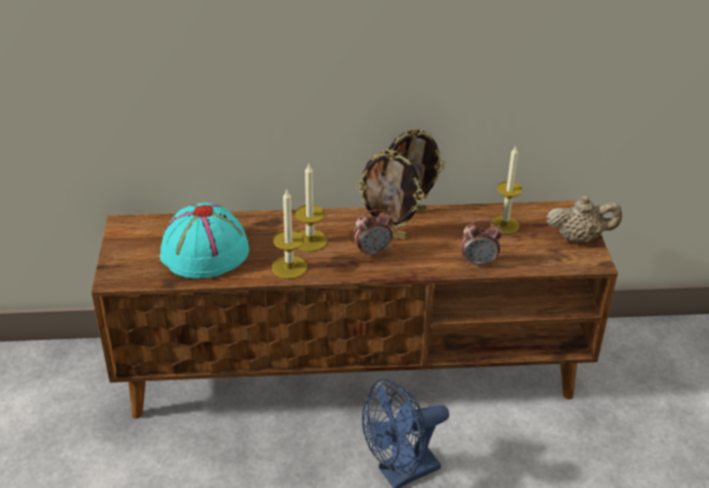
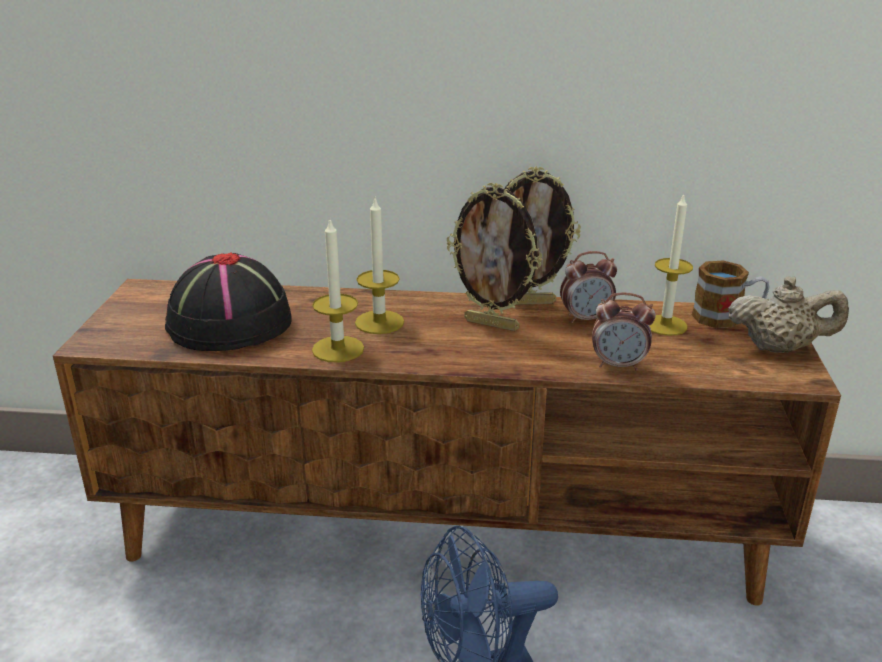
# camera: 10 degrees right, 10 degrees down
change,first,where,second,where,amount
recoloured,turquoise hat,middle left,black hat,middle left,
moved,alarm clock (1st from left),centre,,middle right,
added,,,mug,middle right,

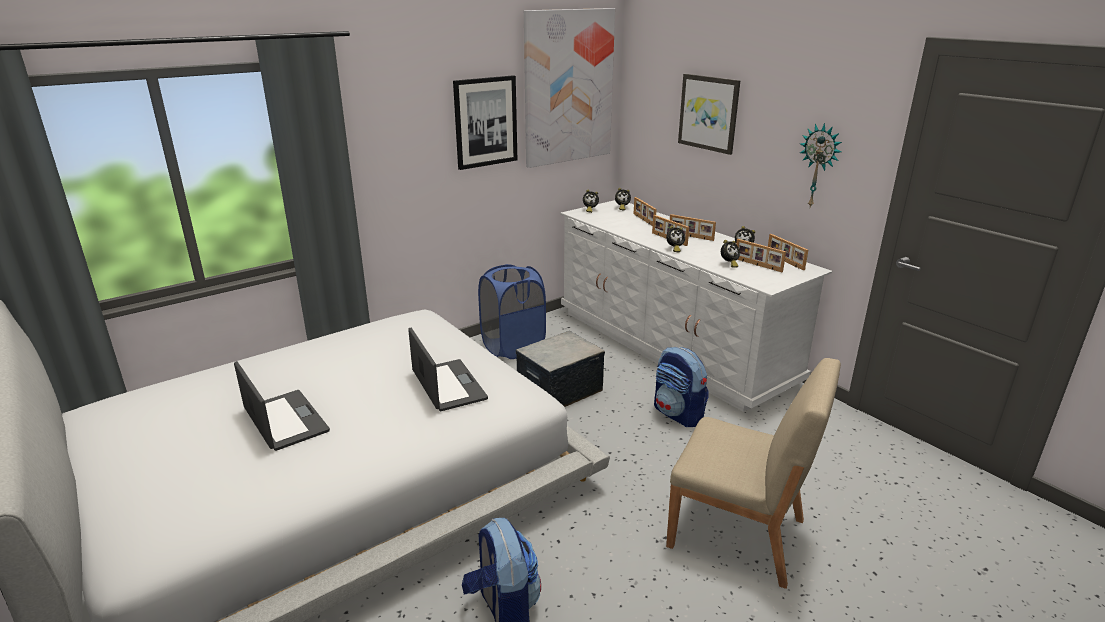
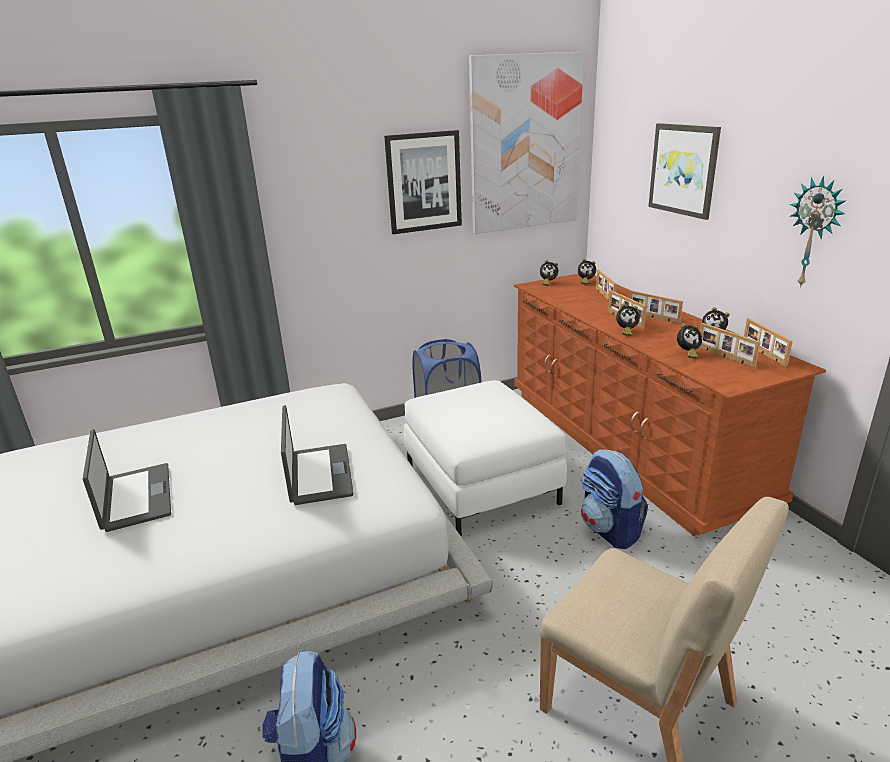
# camera: 15 degrees right, 0 degrees up
change,first,where,second,where,amount
recoloured,white dresser,centre,brown dresser,middle right,
replaced,storage box,centre,white ottoman,centre,

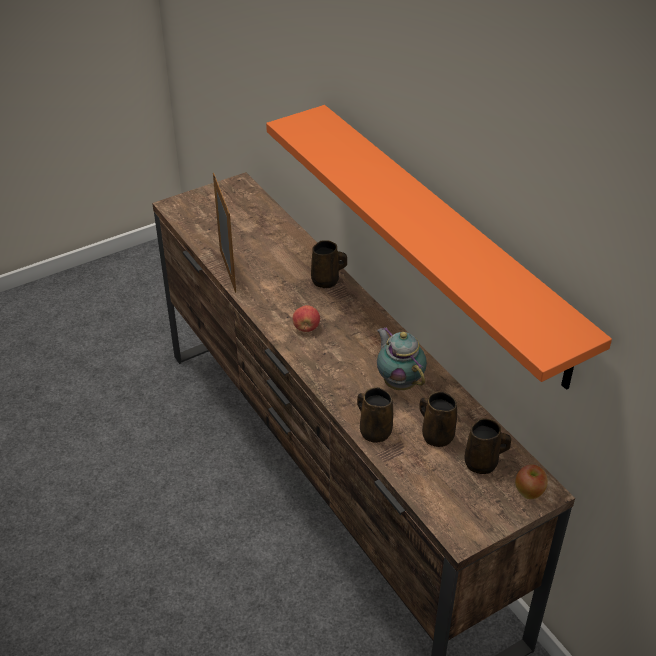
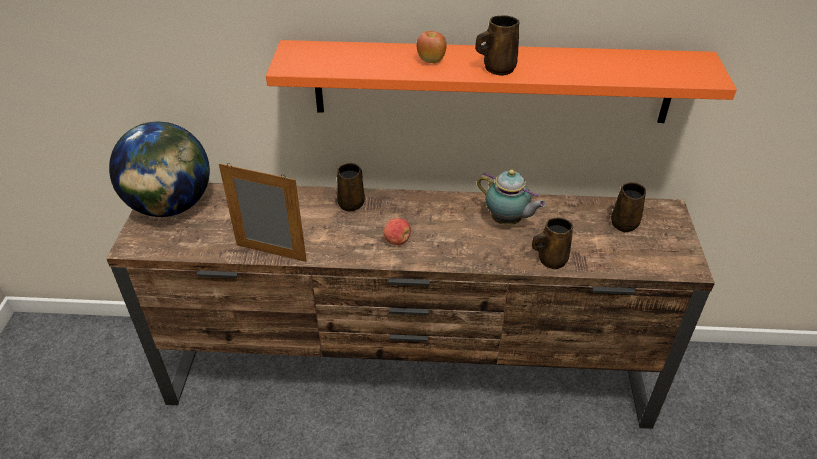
# camera: 55 degrees left, 0 degrees up
change,first,where,second,where,amount
turned,teapot,centre,,centre,150 degrees counterclockwise
moved,brown mug (3rd from left in the first image),middle right,brown mug (2nd from left),top centre,
moved,apple (2nd from left),bottom right,,top centre,
added,,,globe,middle left,

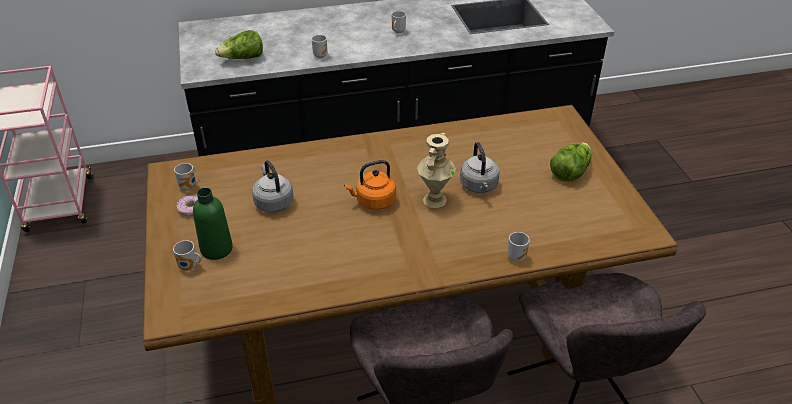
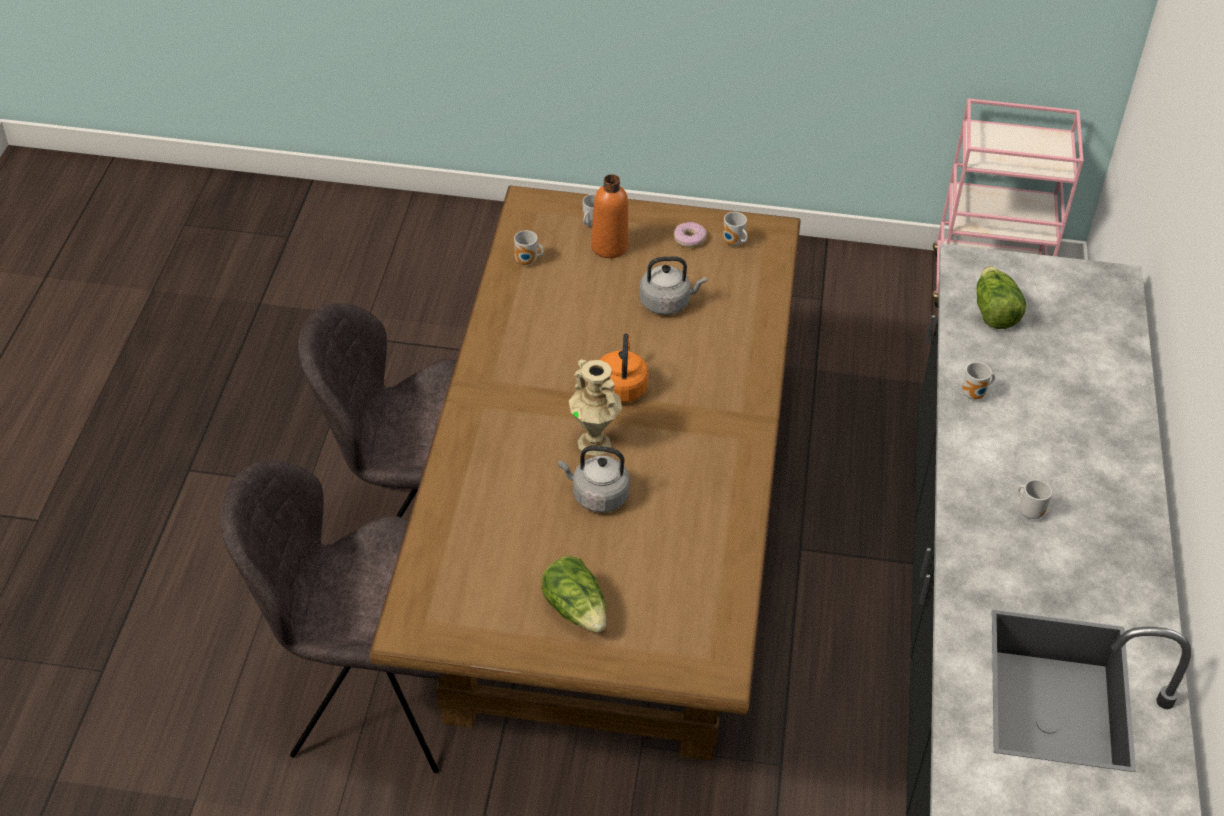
# camera: 110 degrees right, 5 degrees up
change,first,where,second,where,amount
recoloured,green bottle,middle left,orange bottle,top centre,
moved,mug (5th from left in the first image),centre,mug (1st from left),top centre,

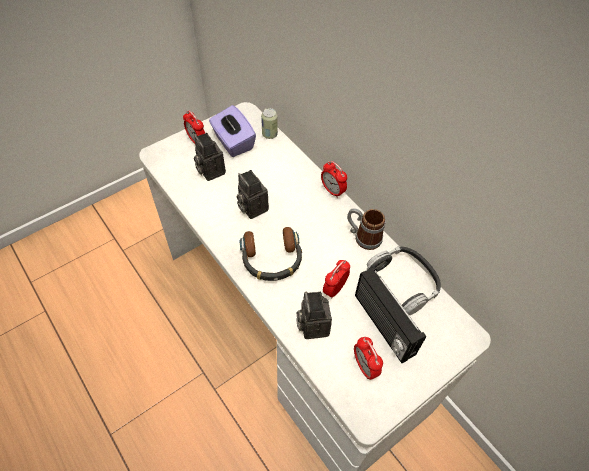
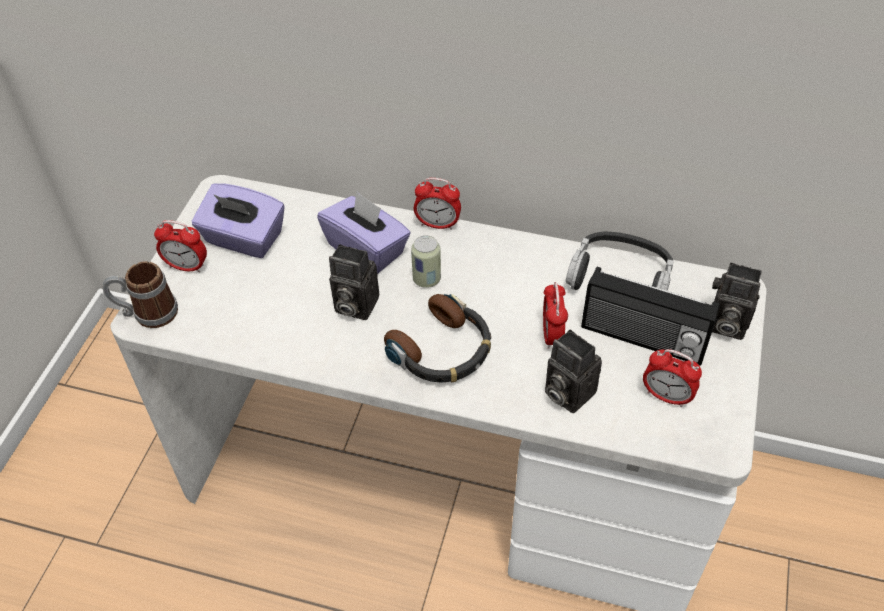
# camera: 35 degrees left, 5 degrees down
change,first,where,second,where,amount
moved,can,top centre,,centre,
moved,photo camera (1st from left in the first image),centre,photo camera (3rd from left),middle right,
moved,mug,centre,,middle left,
added,,,purple tissue box (2nd from left),centre,

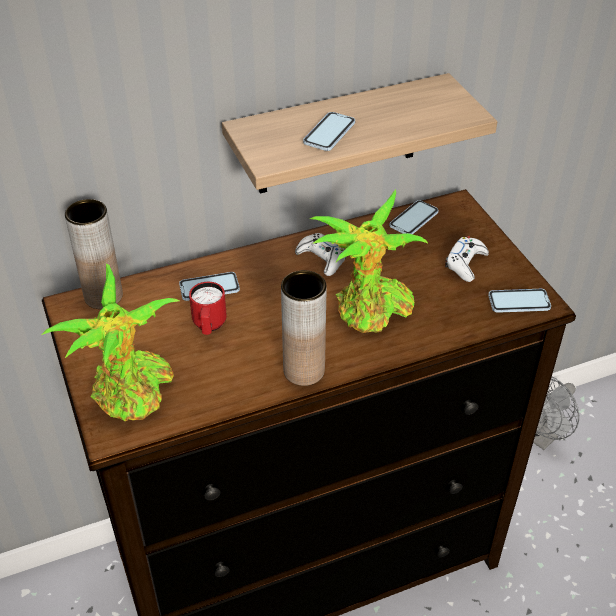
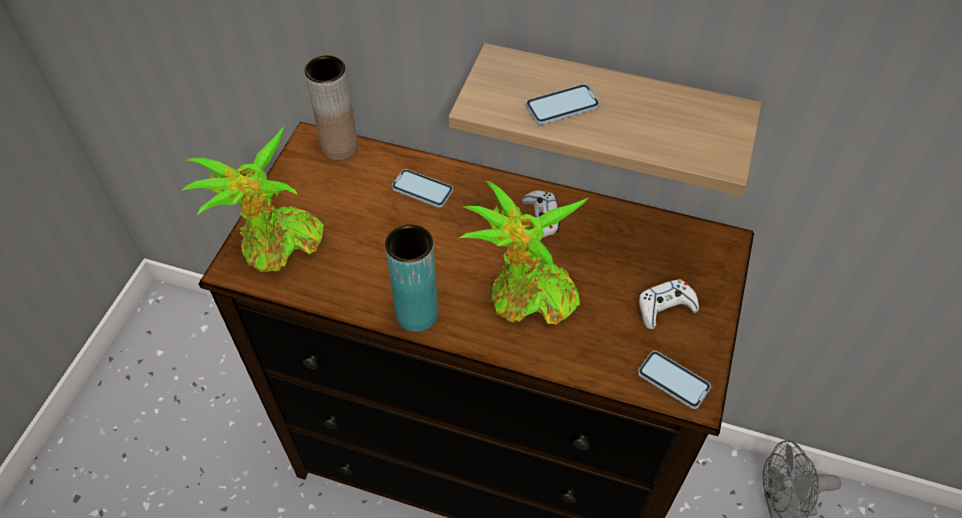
# camera: 40 degrees right, 10 degrees up
change,first,where,second,where,amount
removed,phone (3rd from left),middle right,,,
recoloured,brown vase (2nd from left),centre,turquoise vase,centre,
removed,red mug,centre,,,

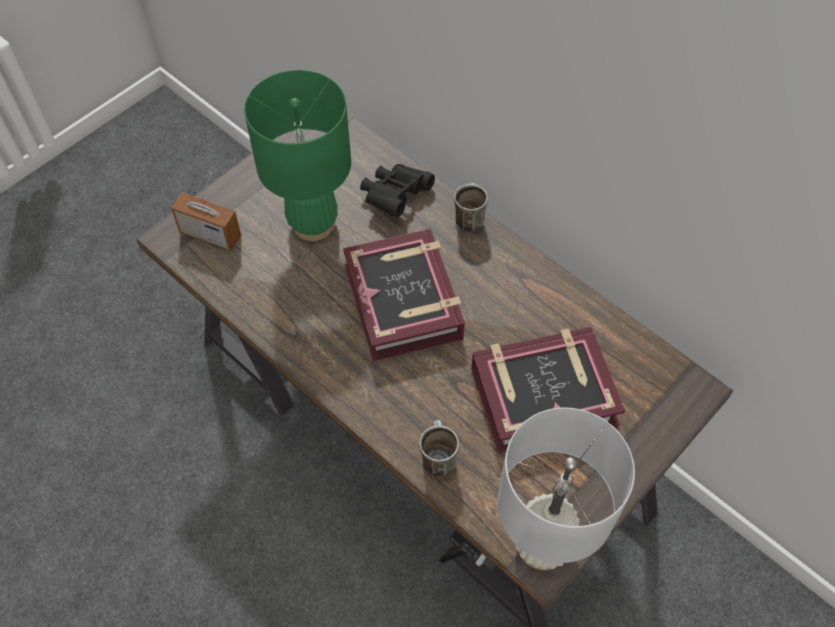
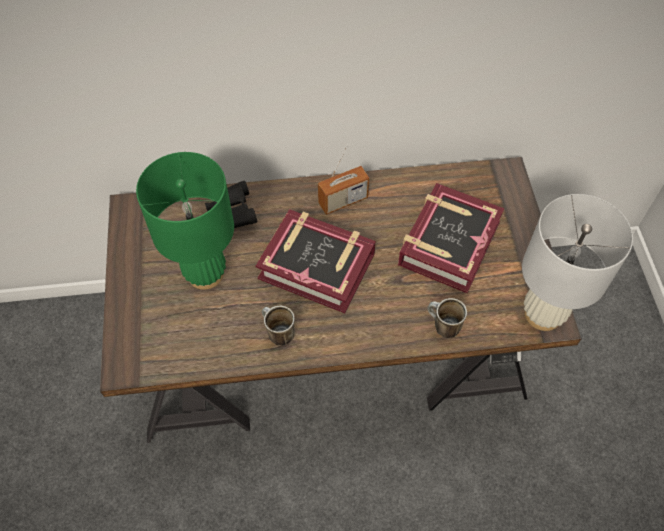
# camera: 50 degrees left, 0 degrees up
change,first,where,second,where,amount
moved,radio,middle left,,centre,
moved,mug (2nd from left in the first image),top centre,mug (1st from left),centre,

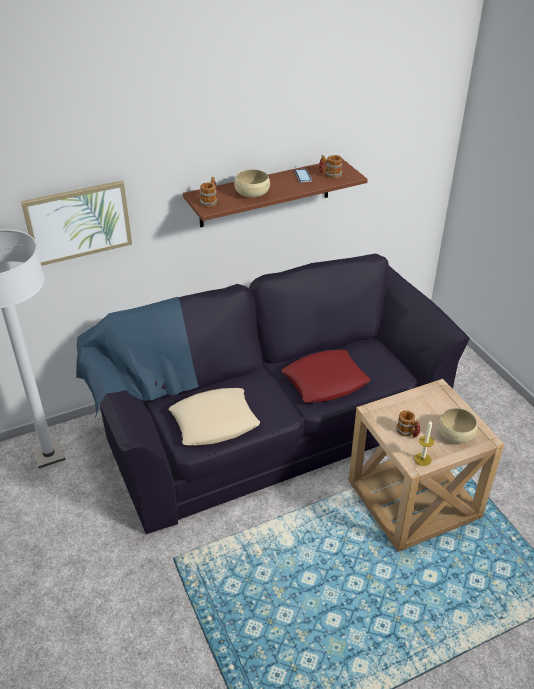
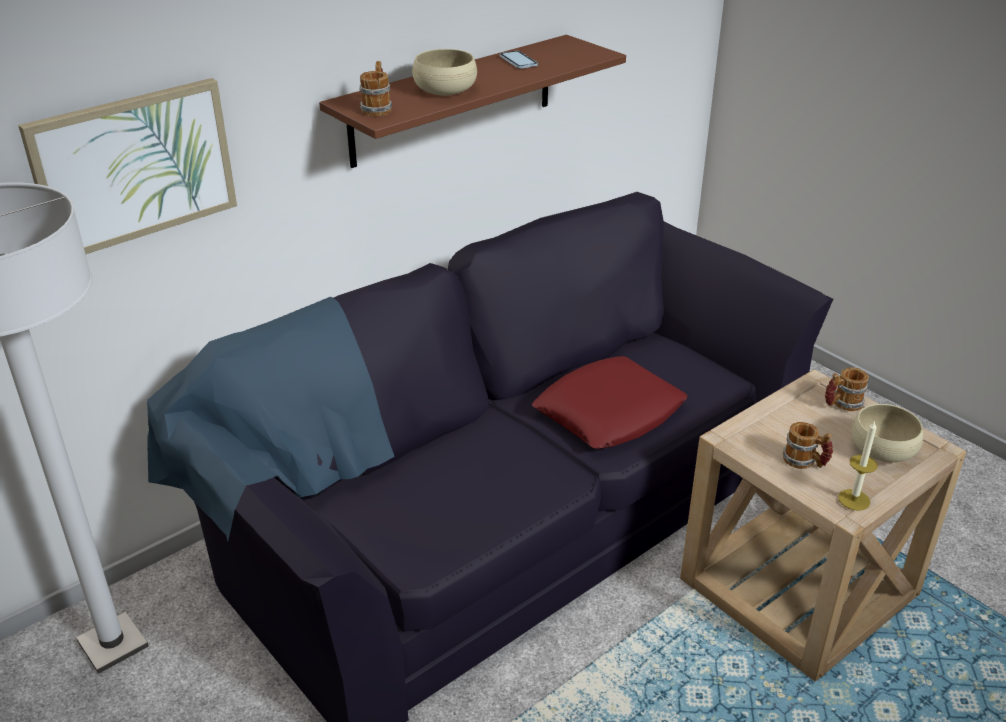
# camera: 15 degrees left, 5 degrees down
change,first,where,second,where,amount
moved,mug (2nd from left in the first image),top centre,mug (3rd from left),middle right,
removed,beige pillow,centre,,,

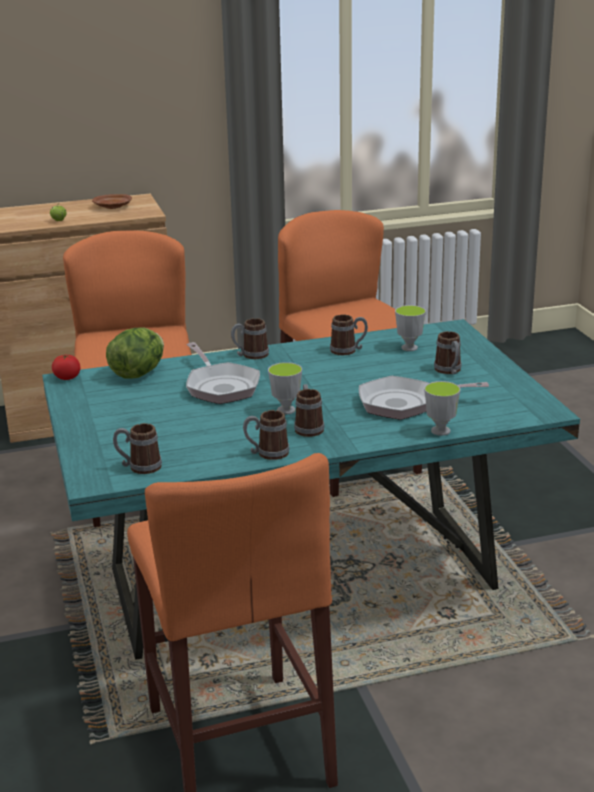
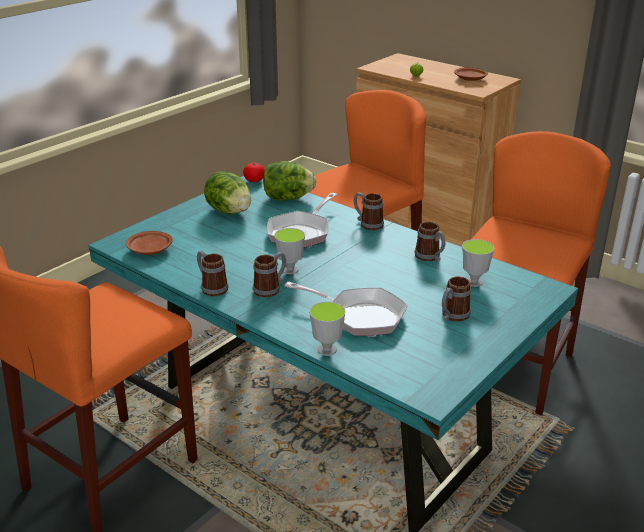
# camera: 55 degrees right, 5 degrees up
change,first,where,second,where,amount
turned,frying pan (2nd from left),middle right,,centre,150 degrees clockwise
replaced,mug (1st from left),middle left,brown plate (1st from left),middle left,
added,,,lettuce (1st from left),centre,

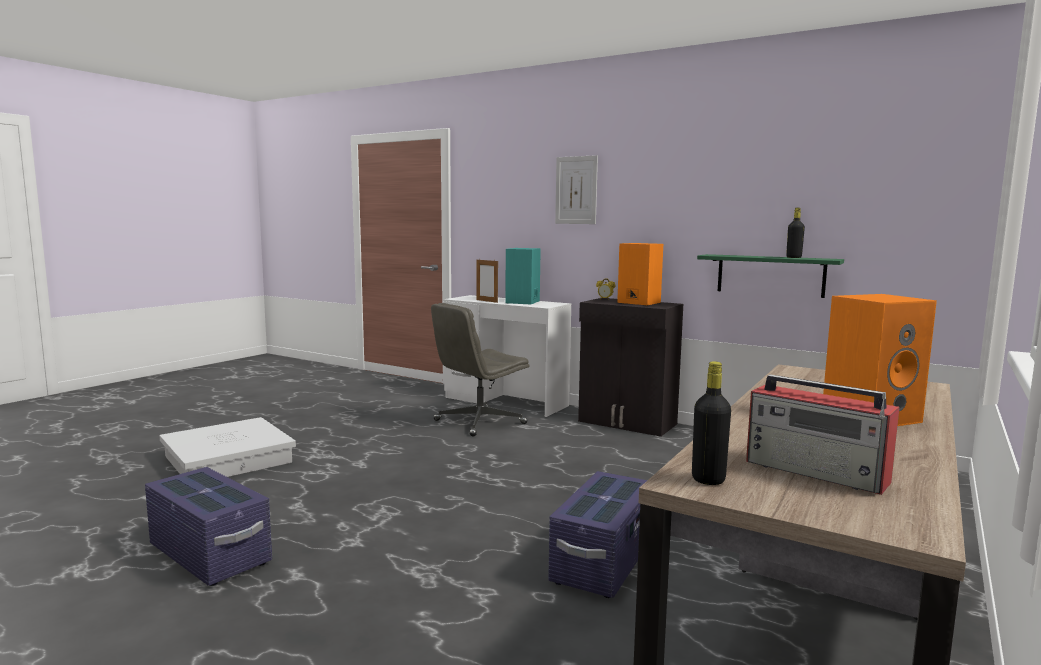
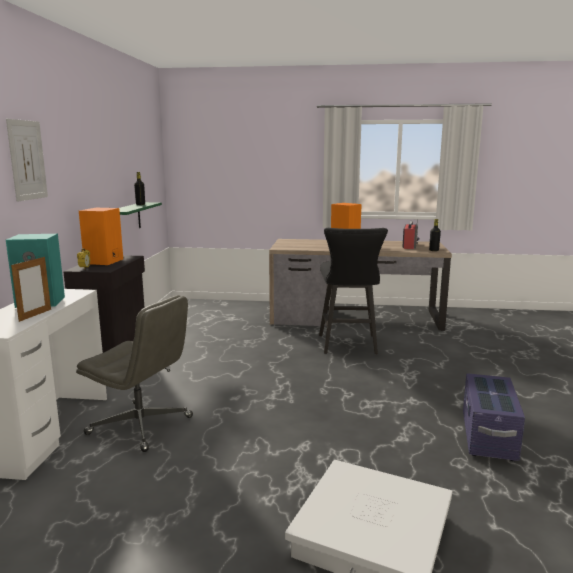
# camera: 115 degrees left, 5 degrees up
change,first,where,second,where,amount
replaced,purple storage box (2nd from left),bottom centre,black stool,centre,

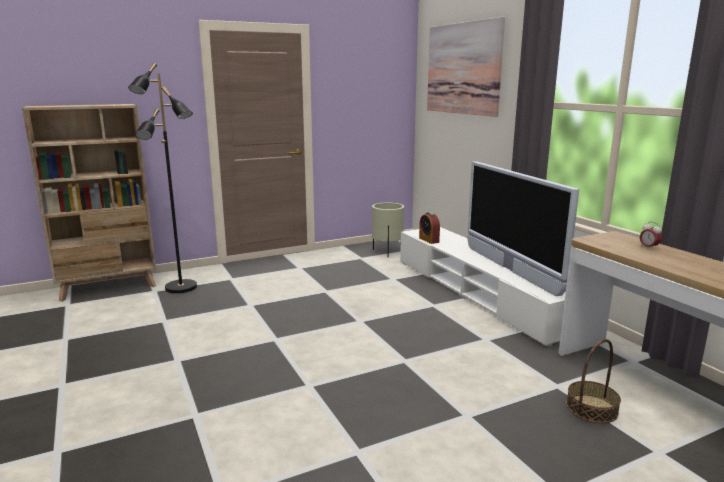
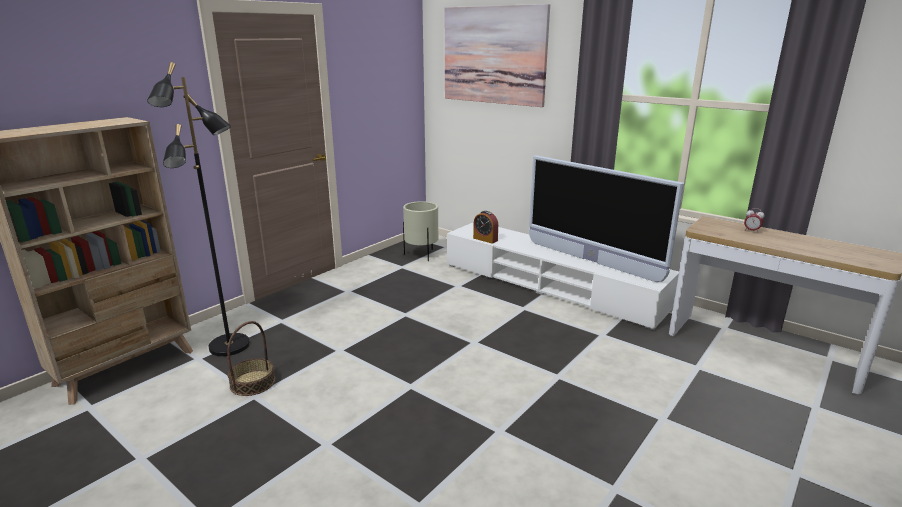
# camera: 25 degrees left, 5 degrees up
change,first,where,second,where,amount
moved,basket,bottom right,,bottom left,

